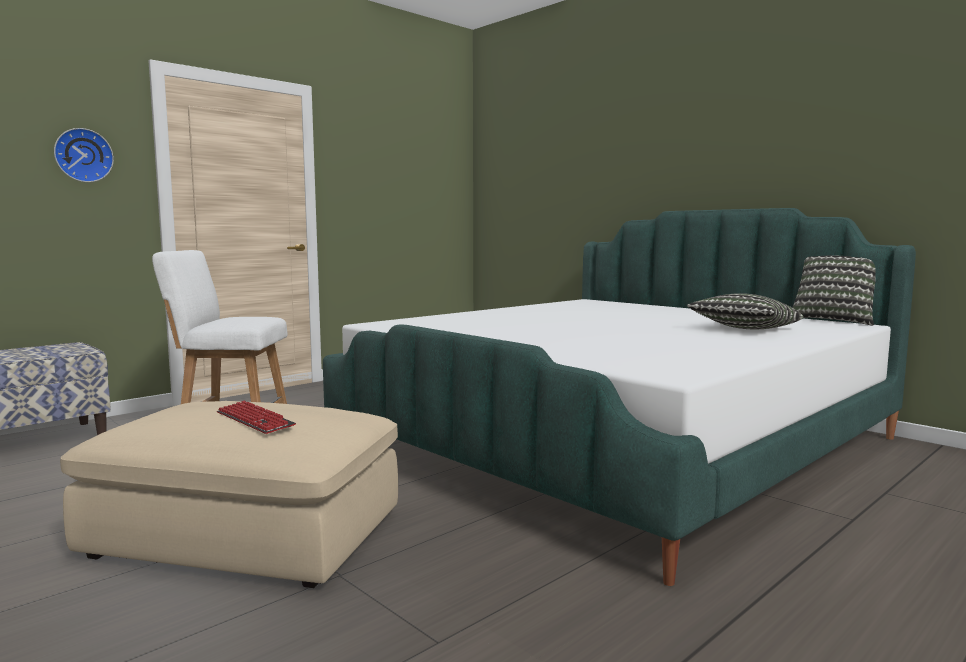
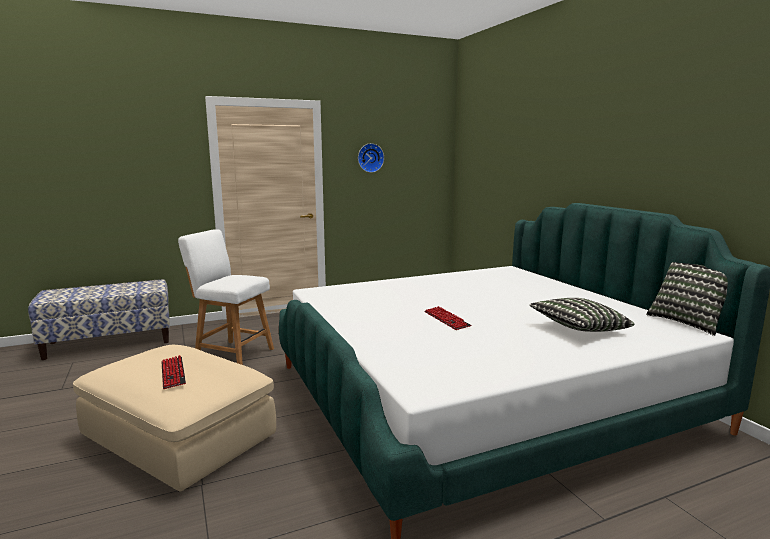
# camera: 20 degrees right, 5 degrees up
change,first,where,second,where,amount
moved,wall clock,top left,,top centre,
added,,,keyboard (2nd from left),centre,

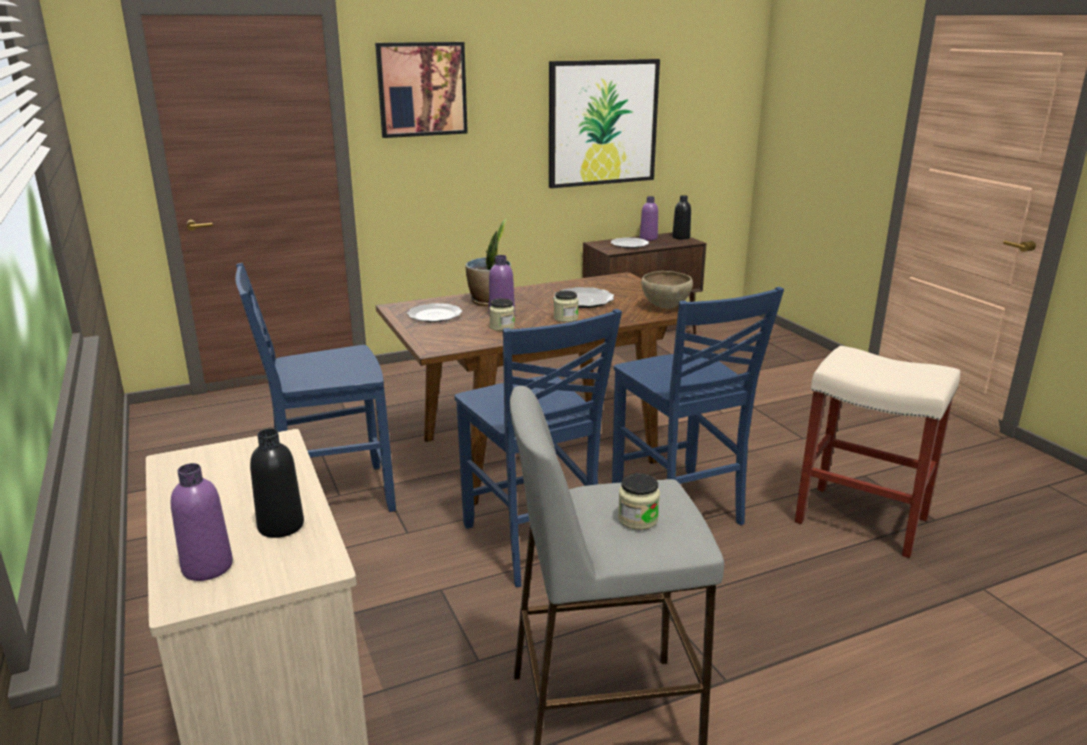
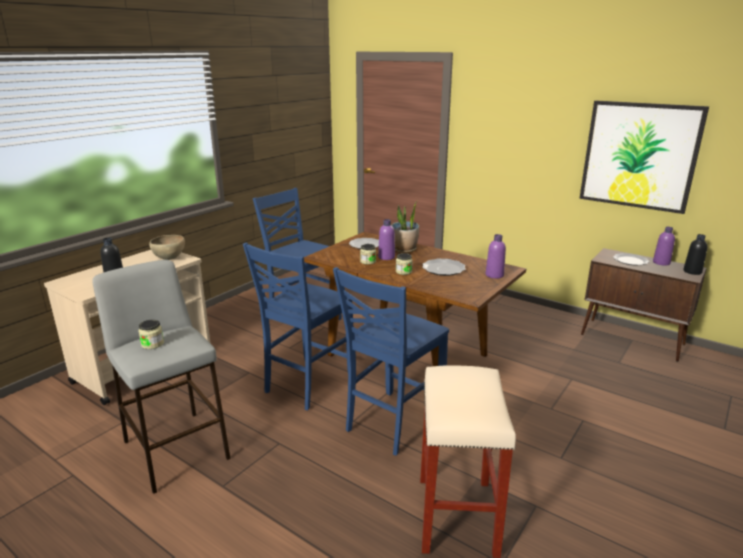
# camera: 60 degrees right, 0 degrees up
change,first,where,second,where,amount
removed,picture (1st from left),top centre,,,
moved,brown bowl,centre,,middle left,
moved,purple bottle (1st from left in the first image),bottom left,purple bottle (2nd from left),middle right,

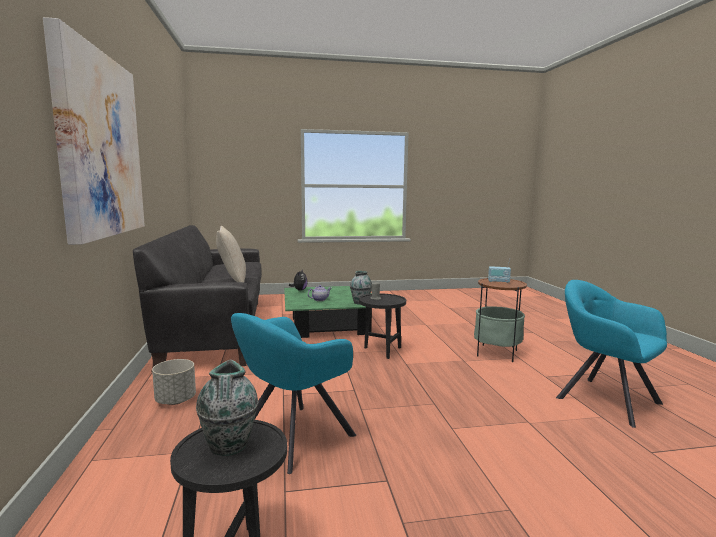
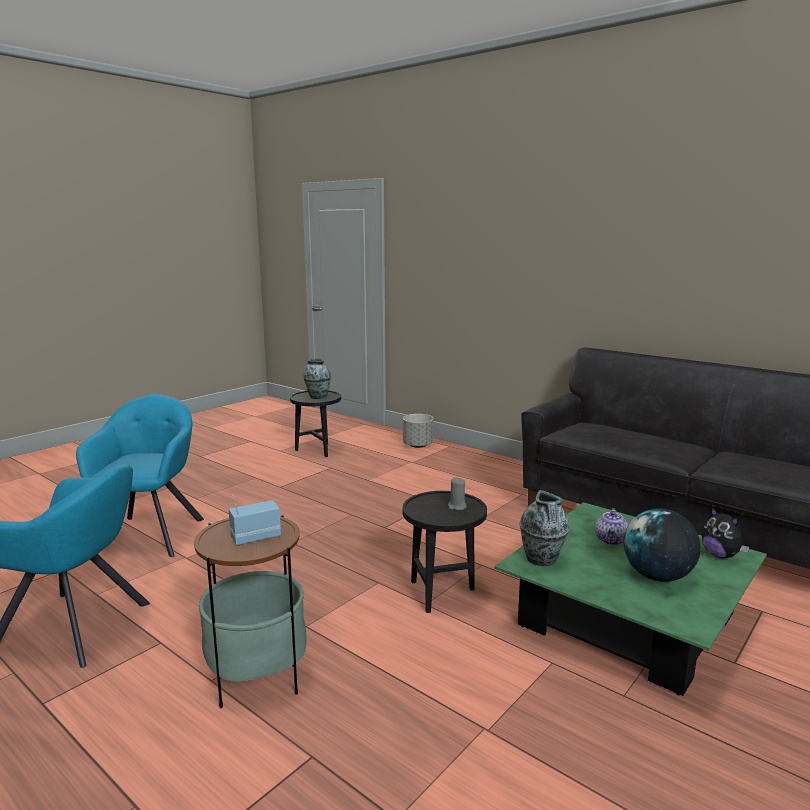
# camera: 140 degrees right, 5 degrees up
change,first,where,second,where,amount
removed,picture,top left,,,
removed,beige pillow,middle left,,,
moved,turquoise armchair (1st from left in the first image),bottom centre,turquoise armchair (2nd from left),middle left,
moved,grey planter,bottom left,,centre,
added,,,globe,bottom right,

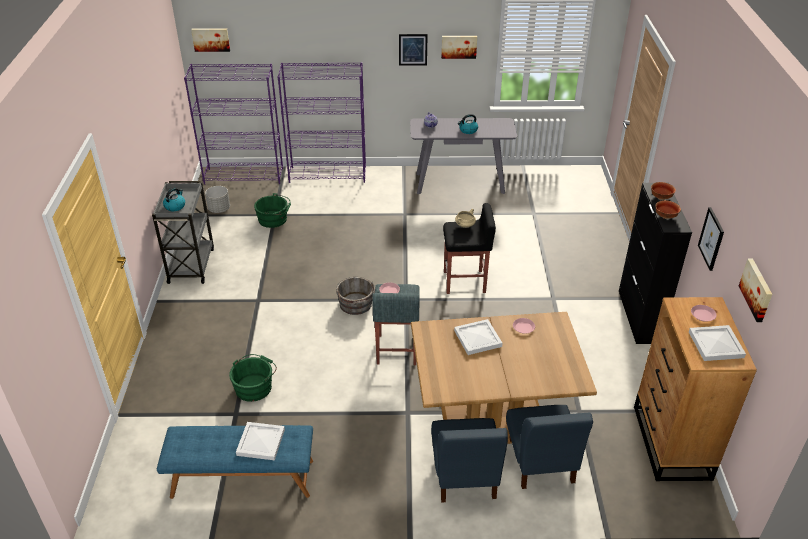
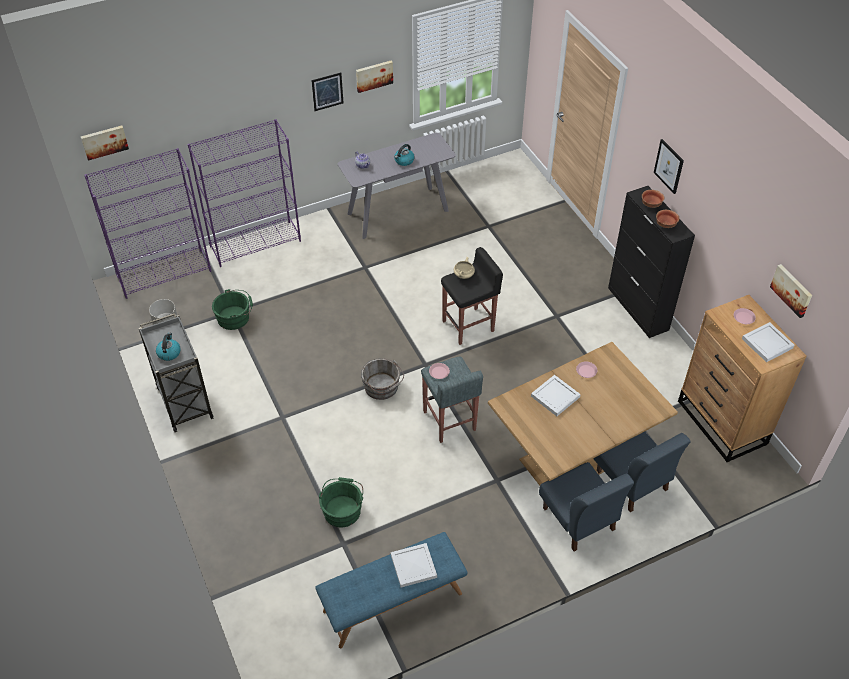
# camera: 25 degrees left, 10 degrees up
change,first,where,second,where,amount
moved,picture (4th from left),middle right,,top right,

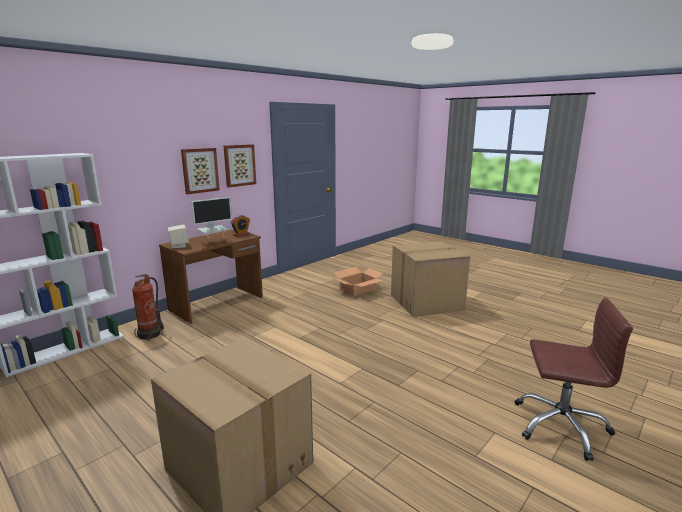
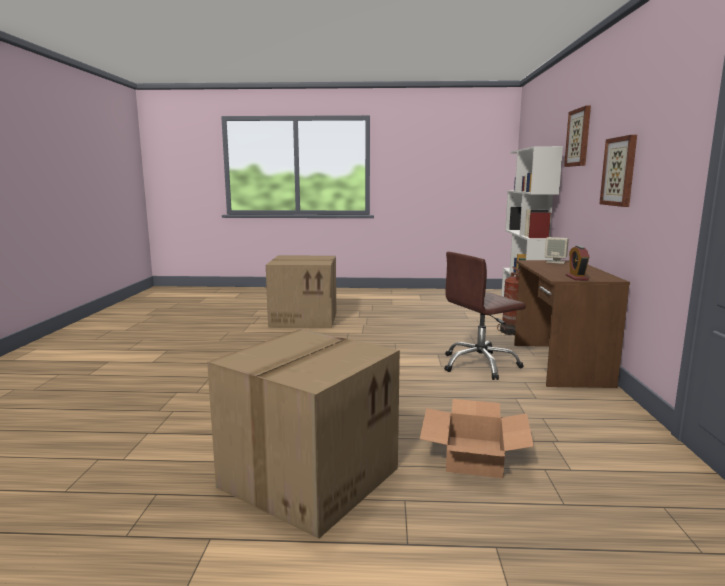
# camera: 140 degrees right, 5 degrees down
change,first,where,second,where,amount
moved,picture (2nd from left in the first image),top centre,picture (1st from left),top right,
removed,monitor,middle left,,,
moved,brown office chair,bottom right,,middle right,

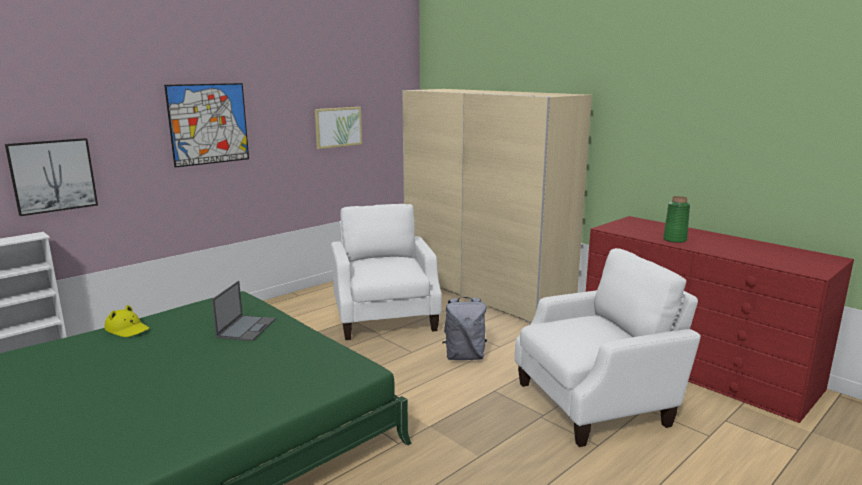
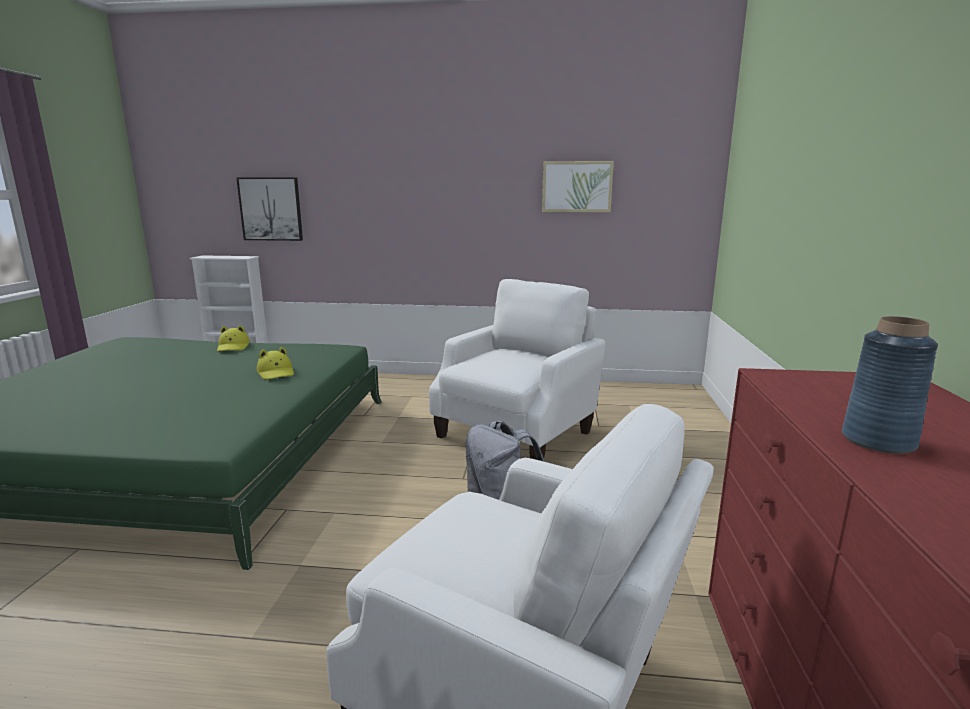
# camera: 50 degrees right, 0 degrees up
change,first,where,second,where,amount
removed,picture (2nd from left),top left,,,
removed,beige wardrobe,centre,,,
recoloured,green vase,middle right,blue vase,middle right,
replaced,laptop,middle left,yellow hat (2nd from left),middle left,

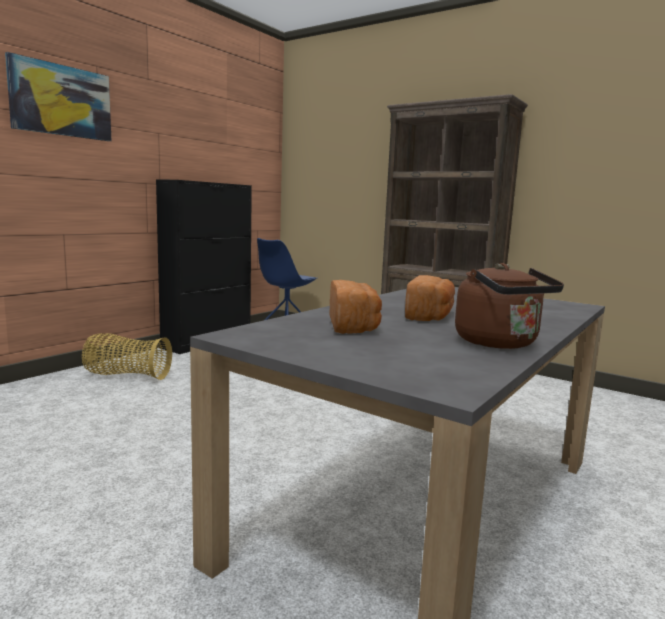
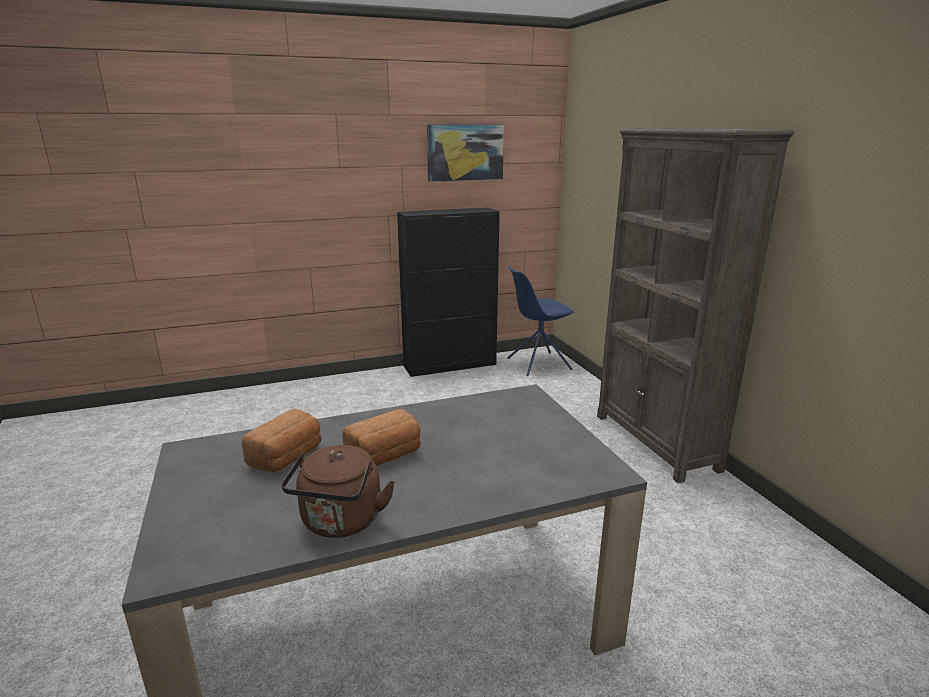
# camera: 35 degrees right, 10 degrees up
change,first,where,second,where,amount
moved,picture,top left,,top centre,
removed,basket,middle left,,,

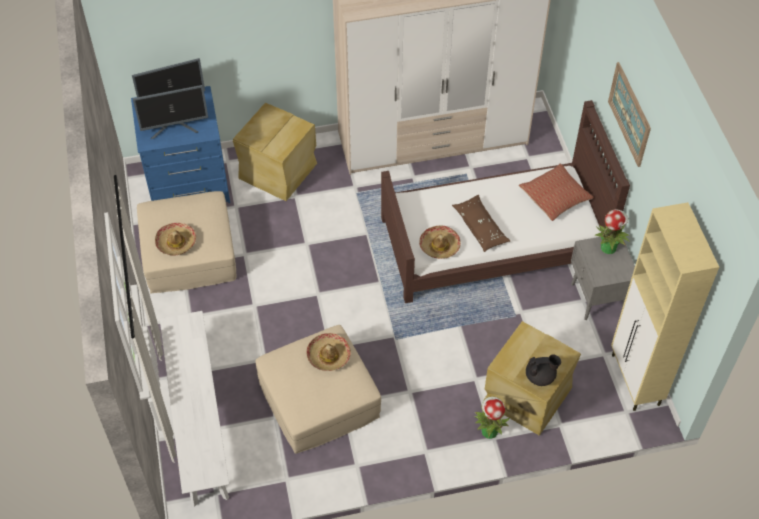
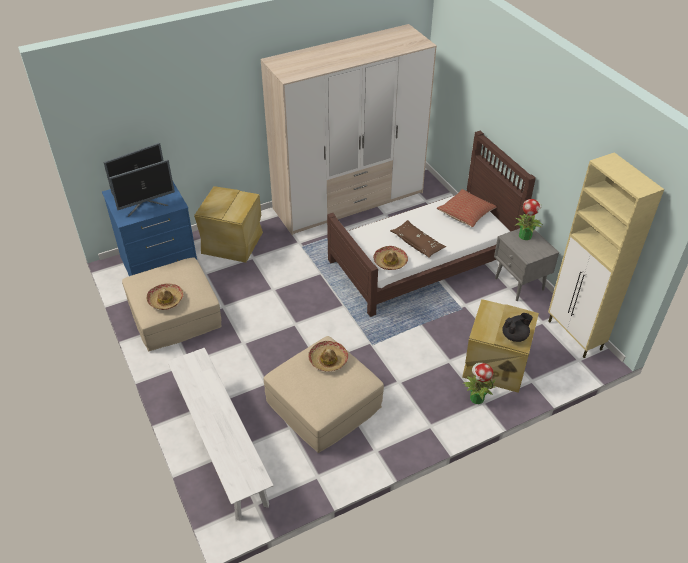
# camera: 15 degrees left, 10 degrees down
change,first,where,second,where,amount
removed,picture,top right,,,

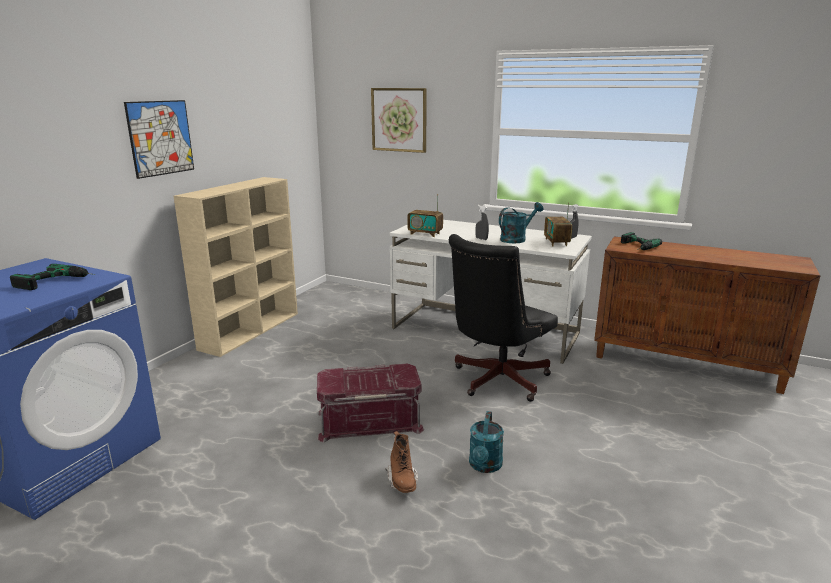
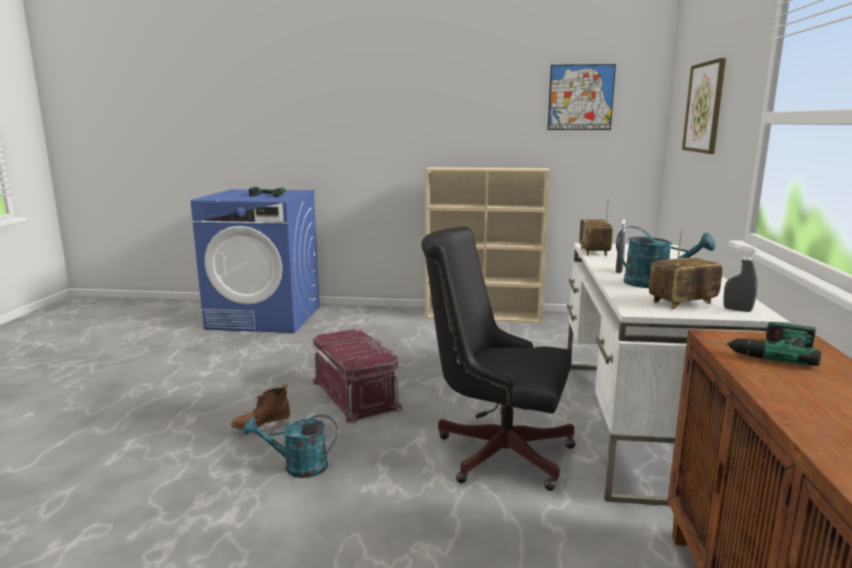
# camera: 70 degrees right, 5 degrees down
change,first,where,second,where,amount
moved,picture (1st from left),top left,,top right,

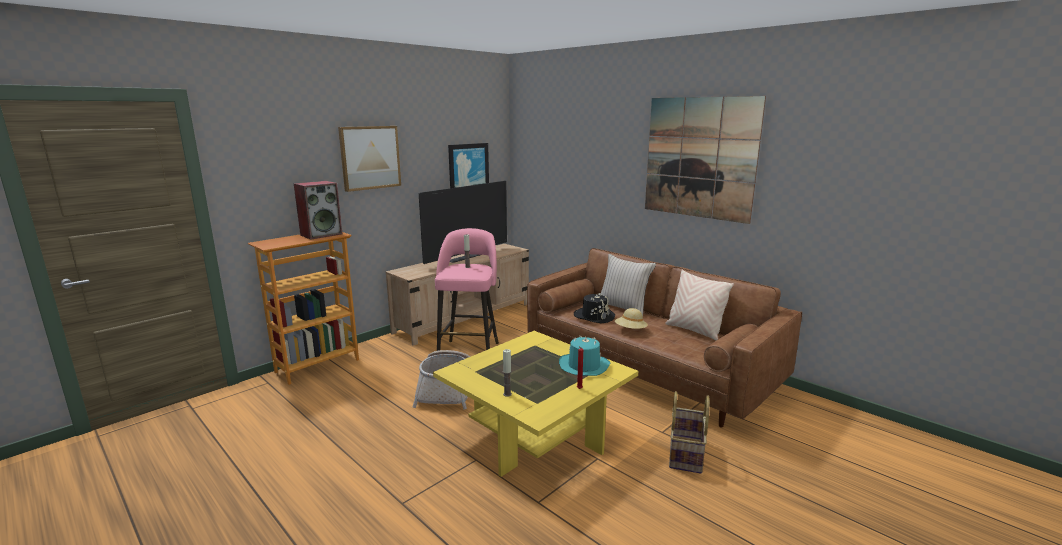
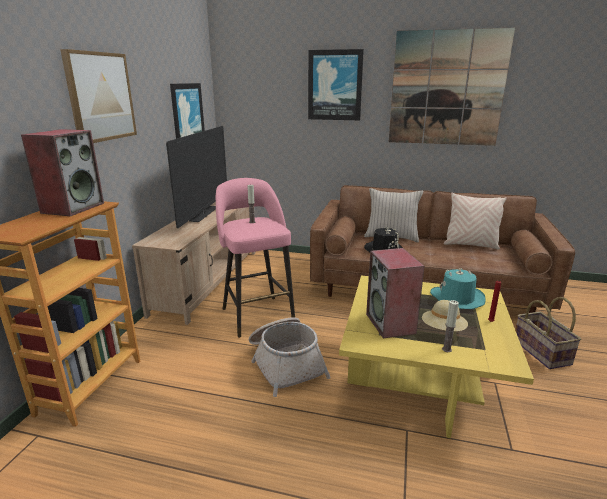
# camera: 30 degrees left, 5 degrees up
change,first,where,second,where,amount
moved,beige hat,centre,,middle right,
added,,,picture (3rd from left),top centre,
added,,,speaker (2nd from left),centre,

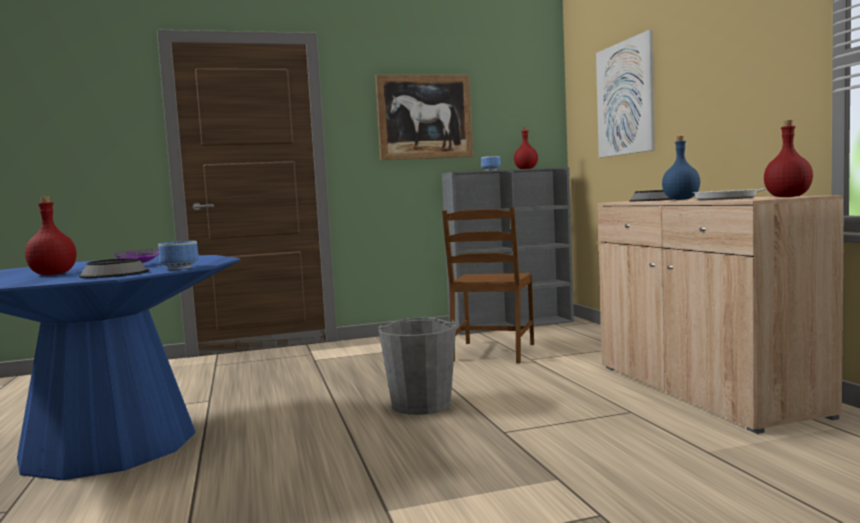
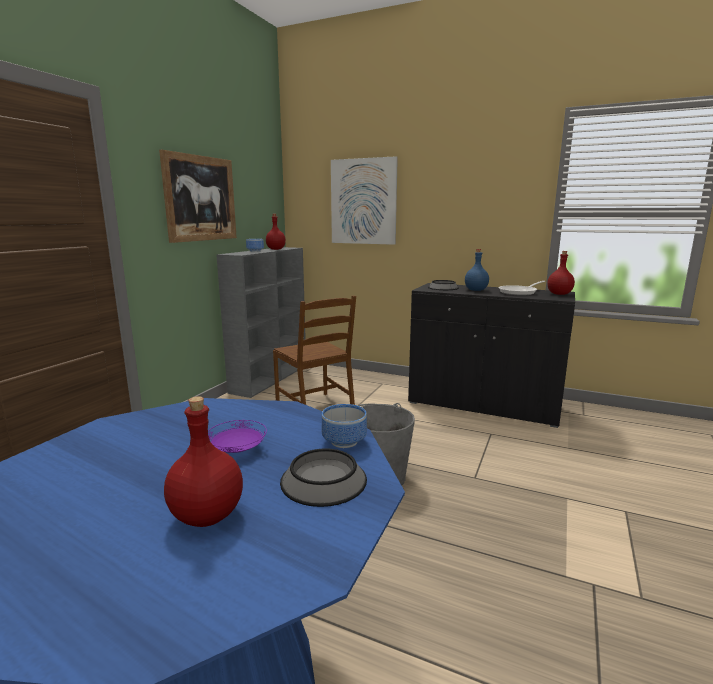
# camera: 50 degrees left, 10 degrees up
change,first,where,second,where,amount
recoloured,beige cabinet,middle right,black cabinet,middle right,

